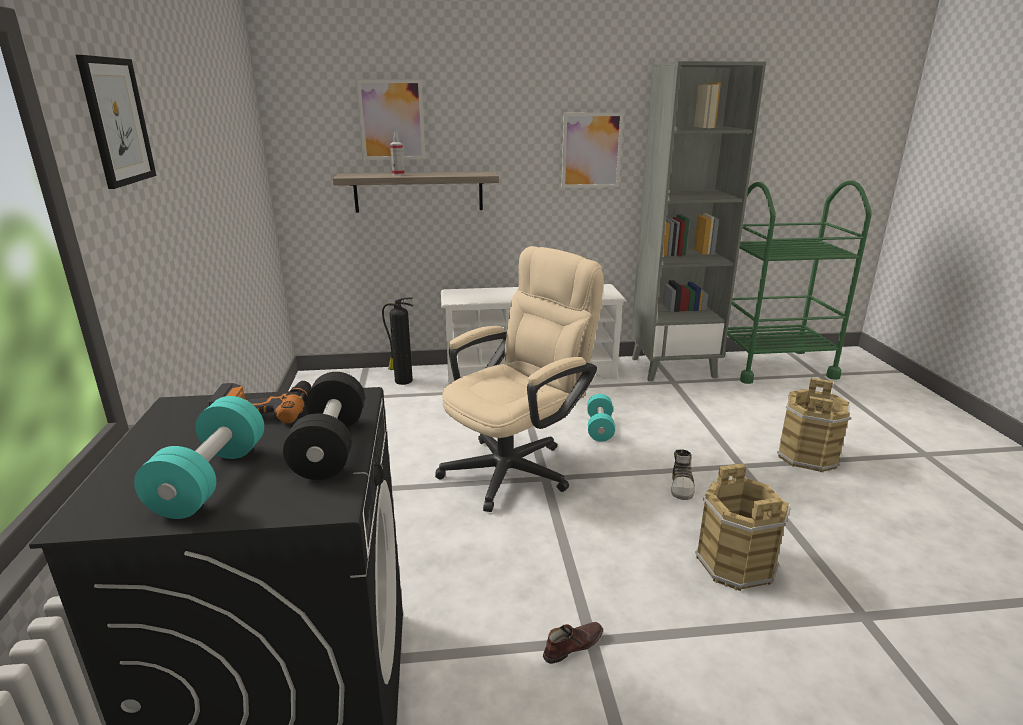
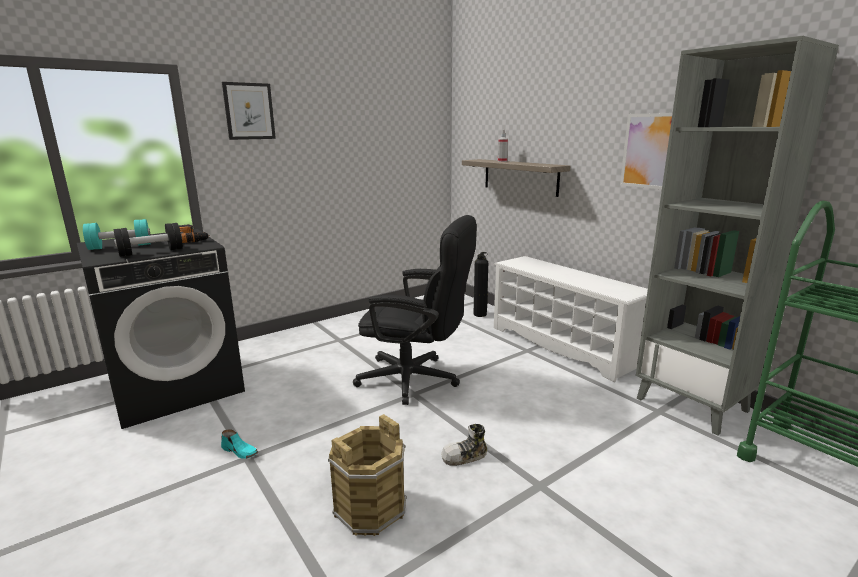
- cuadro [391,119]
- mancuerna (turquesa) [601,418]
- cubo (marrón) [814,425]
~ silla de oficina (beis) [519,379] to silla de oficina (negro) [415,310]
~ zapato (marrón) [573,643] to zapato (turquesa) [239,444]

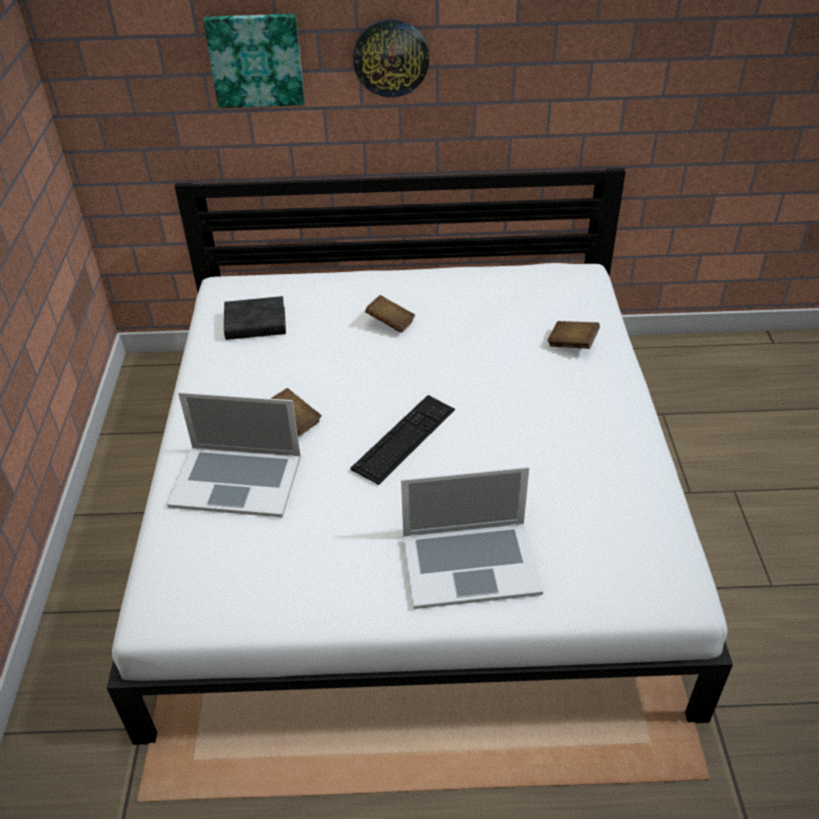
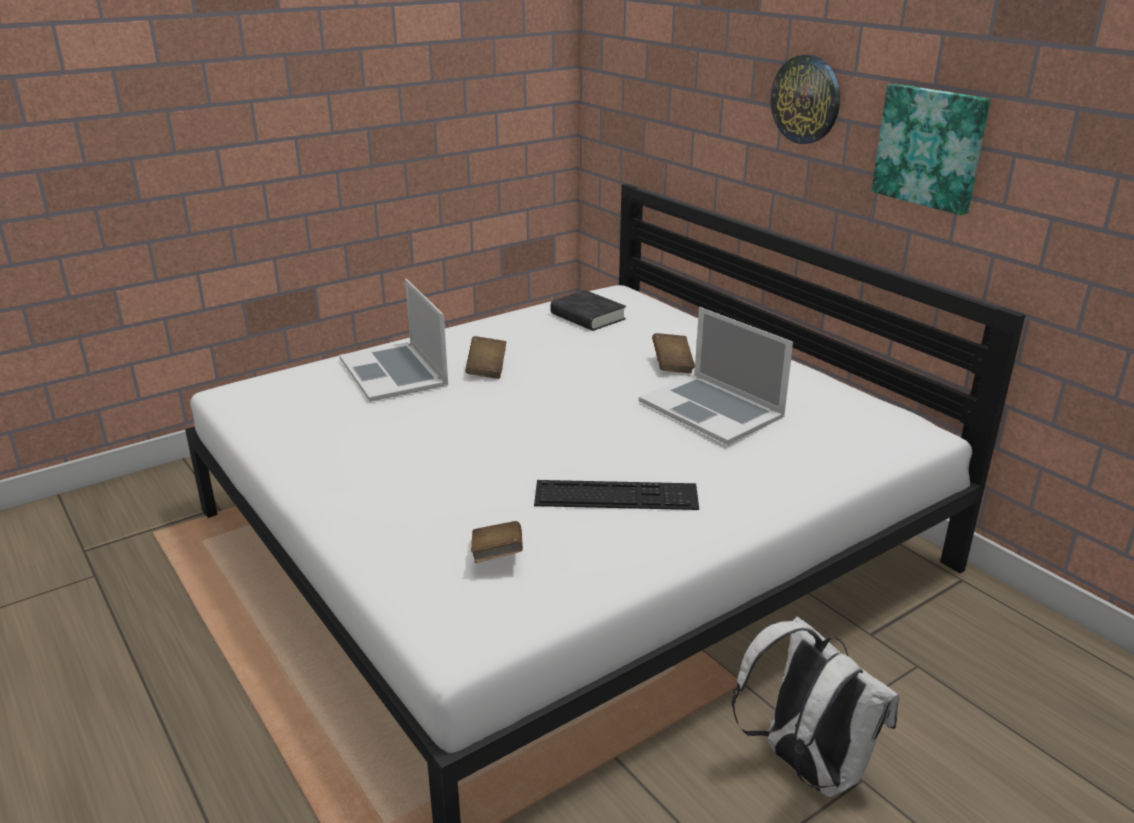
+ mochila (blanco) [815,707]
~ cuadro [254,61] to [931,149]
~ teclado [403,440] to [616,495]
~ portátil [472,538] to [716,376]
~ libro (marrón) [573,335] to [497,542]

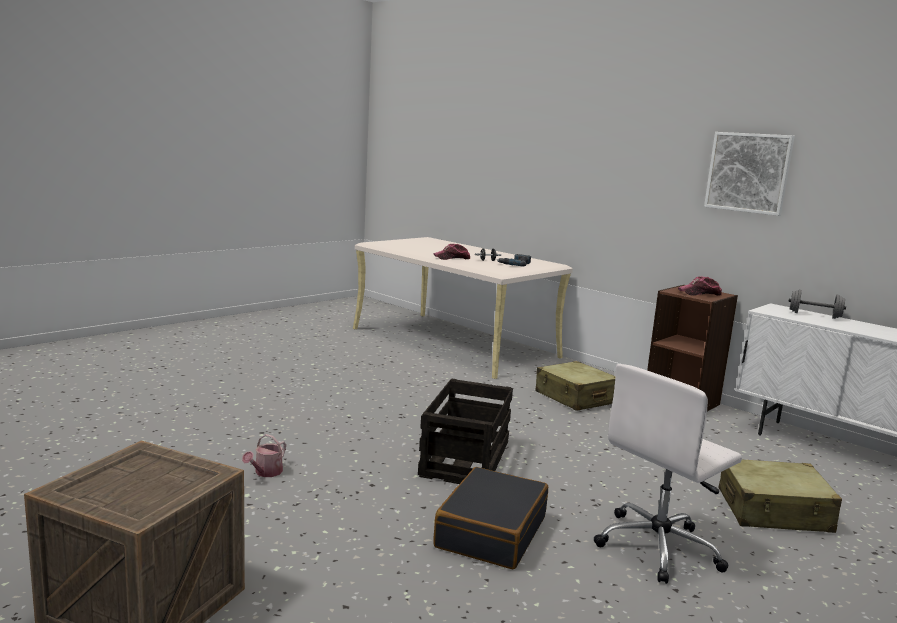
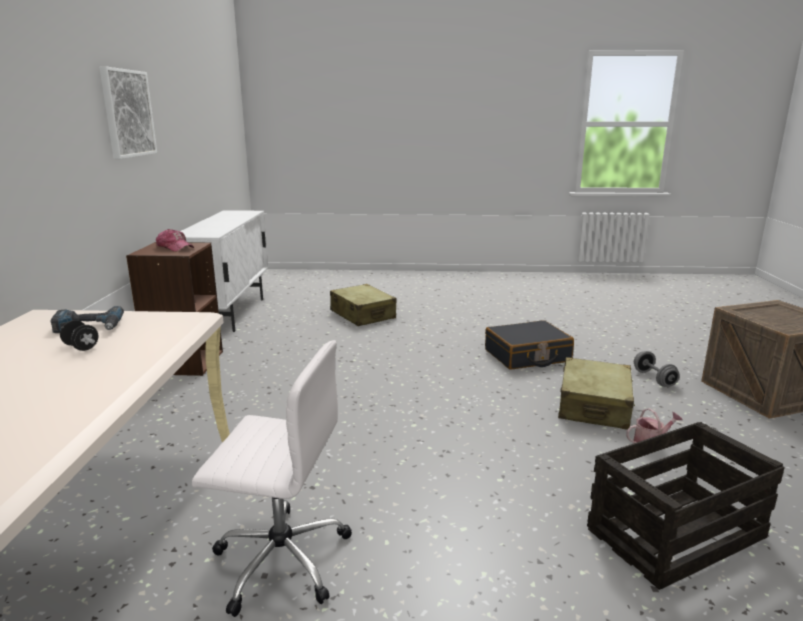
- gorra [452,252]
~ caja de embalaje [465,431] to [686,506]
~ maleta (beis) [575,386] to [596,393]
~ silla de oficina (blanco) [668,474] to [272,478]
~ mancuerna (gris) [817,304] to [657,369]

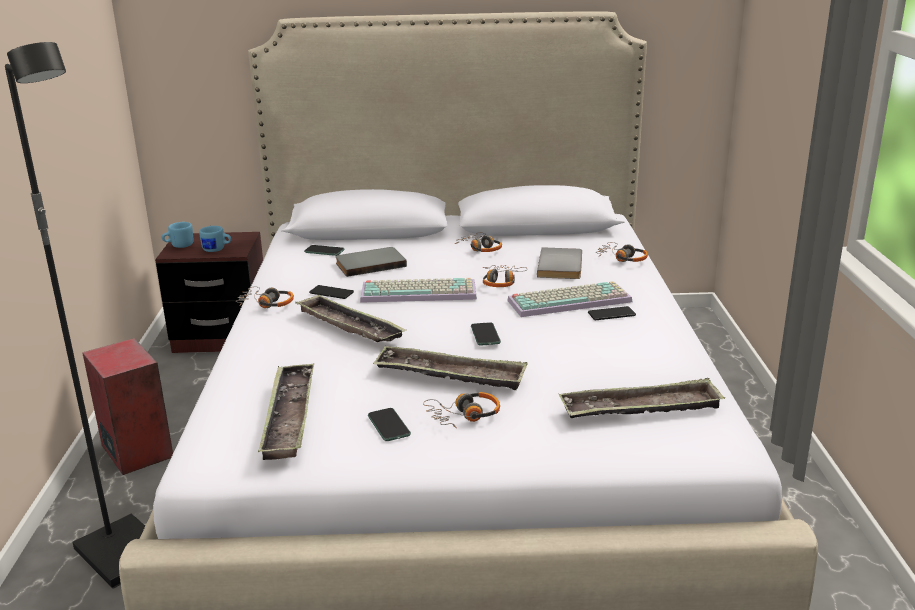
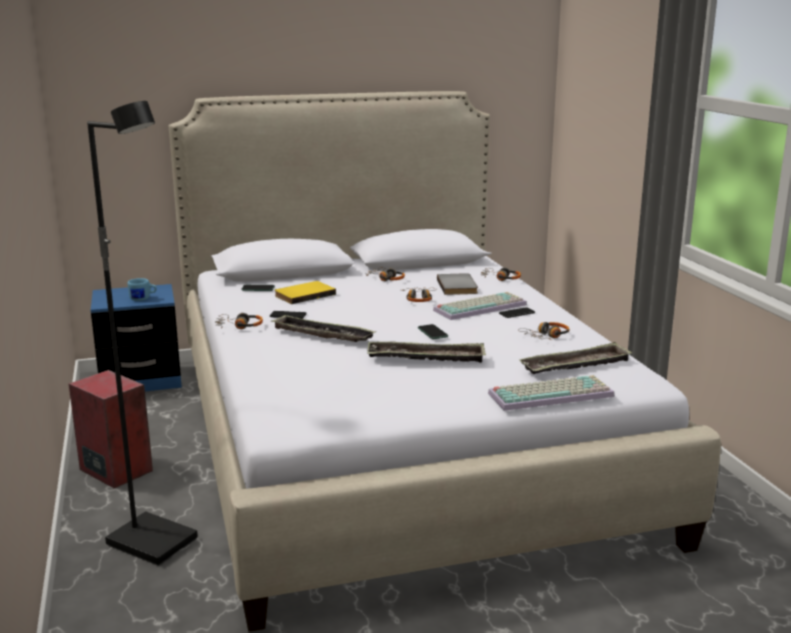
- taza grande (azul) [177,235]
- bandeja [286,411]
- móvil [389,424]
~ teclado [418,290] to [551,393]
~ auriculares [461,410] to [543,331]
~ mesita de noche (marrón) [209,292] to mesita de noche (azul) [136,337]
~ libro (gris) [371,262] to libro (amarillo) [305,292]

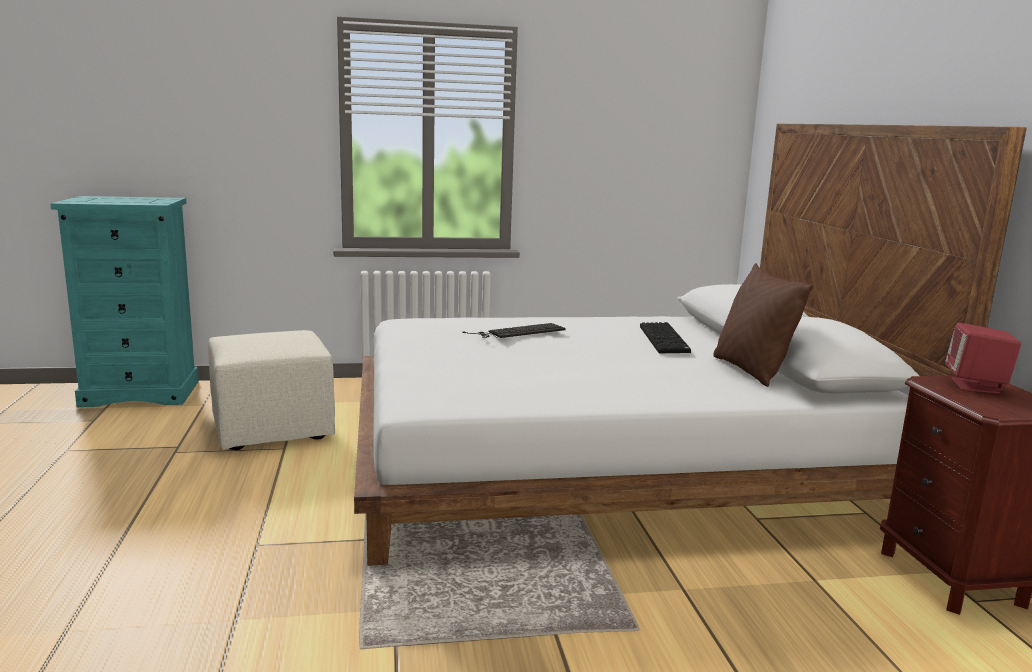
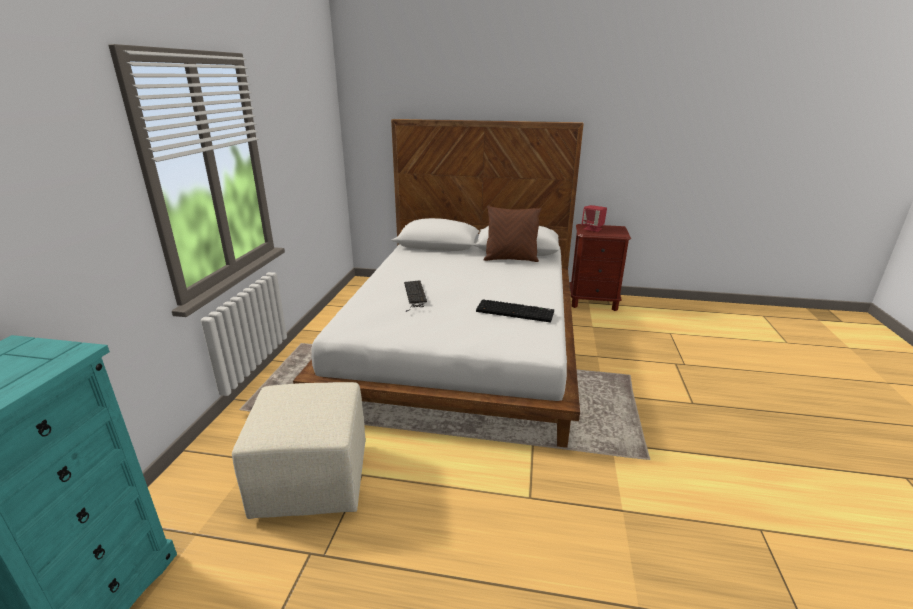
~ teclado [665,337] to [515,311]

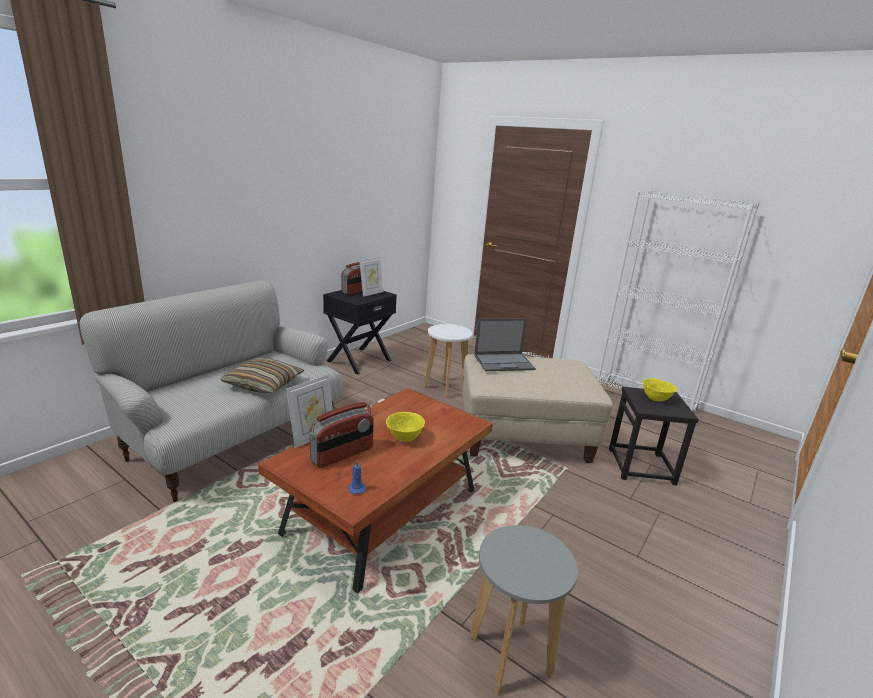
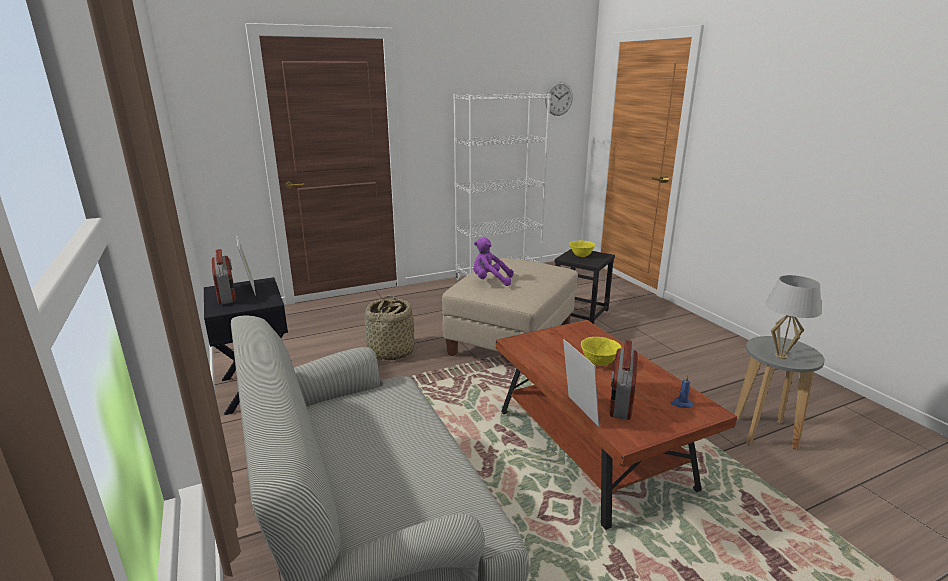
- cojín [262,375]
+ reloj de pared [559,98]
+ lámpara de mesa (blanco) [793,317]
~ taburete (blanco) [448,361] to cesta [389,327]
~ portátil [505,345] to peluche (morado) [493,261]
~ radio [341,435] = [623,380] 150 degrees counterclockwise

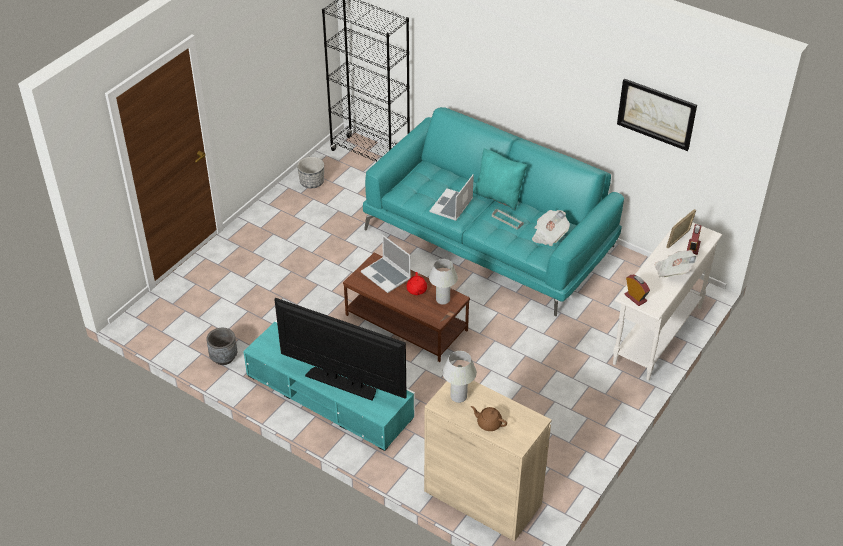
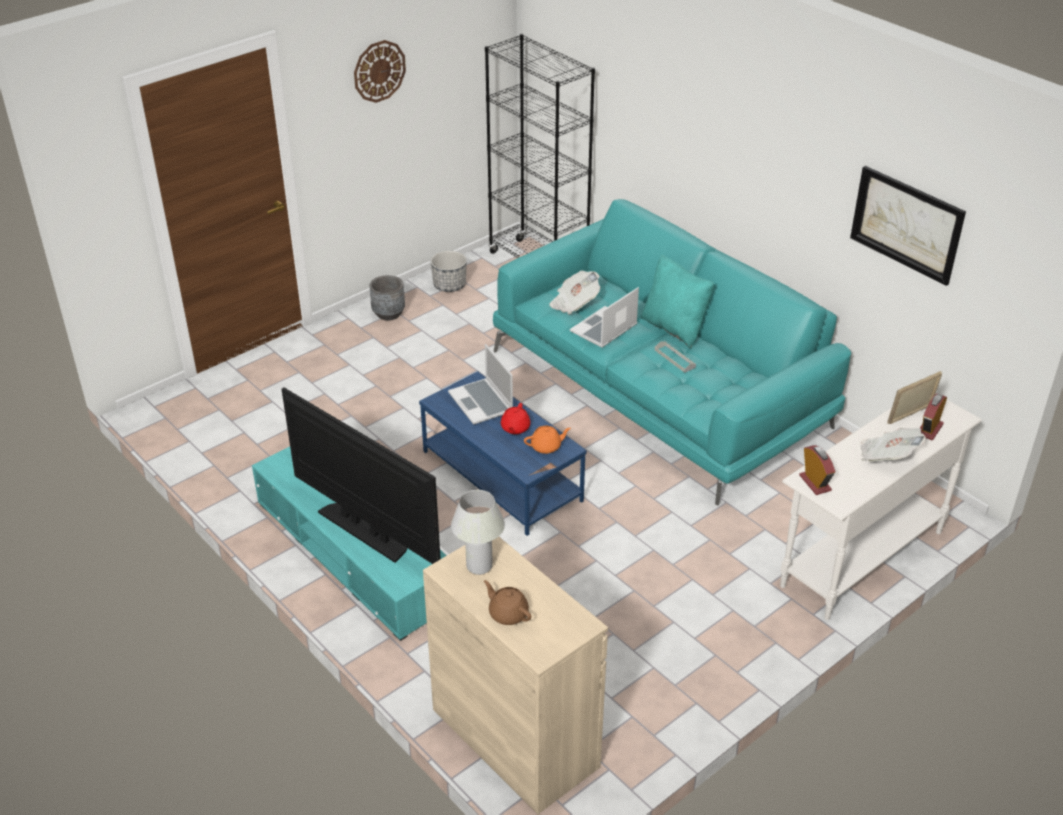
+ reloj de pared [380,71]
~ maceta (gris) [221,346] to [387,297]
~ periódico [551,228] to [575,292]
~ lámpara de mesa (blanco) [443,282] to tetera (naranja) [547,440]
~ mesa de centro (marrón) [406,307] to mesa de centro (azul) [503,453]

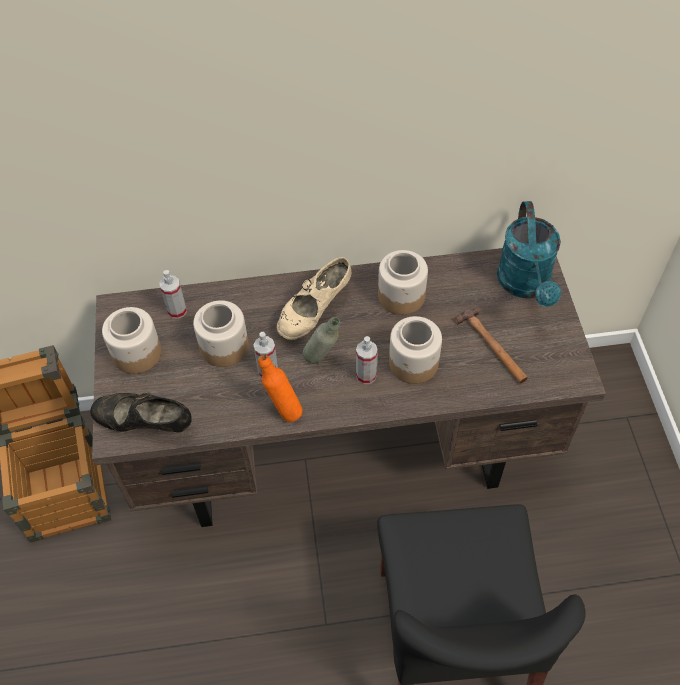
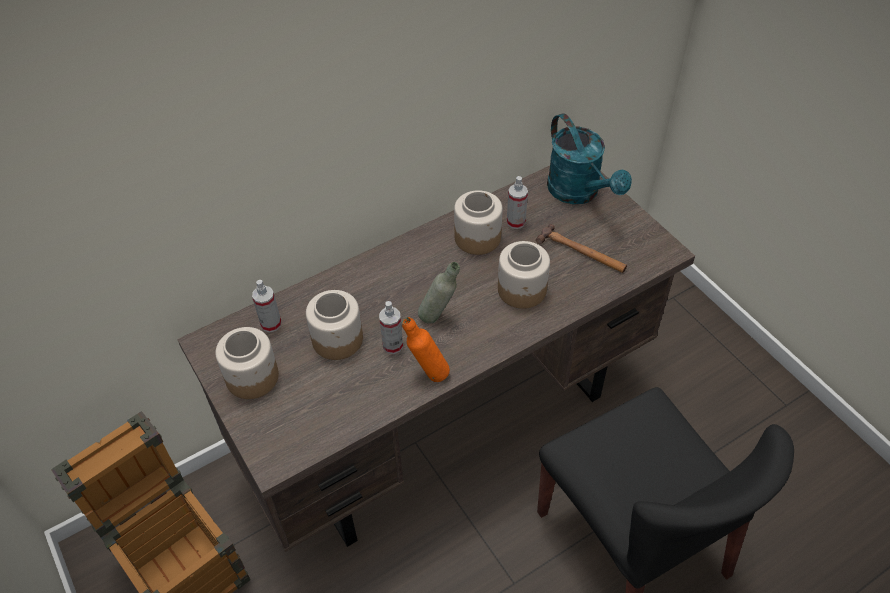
- zapato (negro) [141,412]
- zapato (beis) [314,298]
~ pulverizador [367,360] to [517,202]

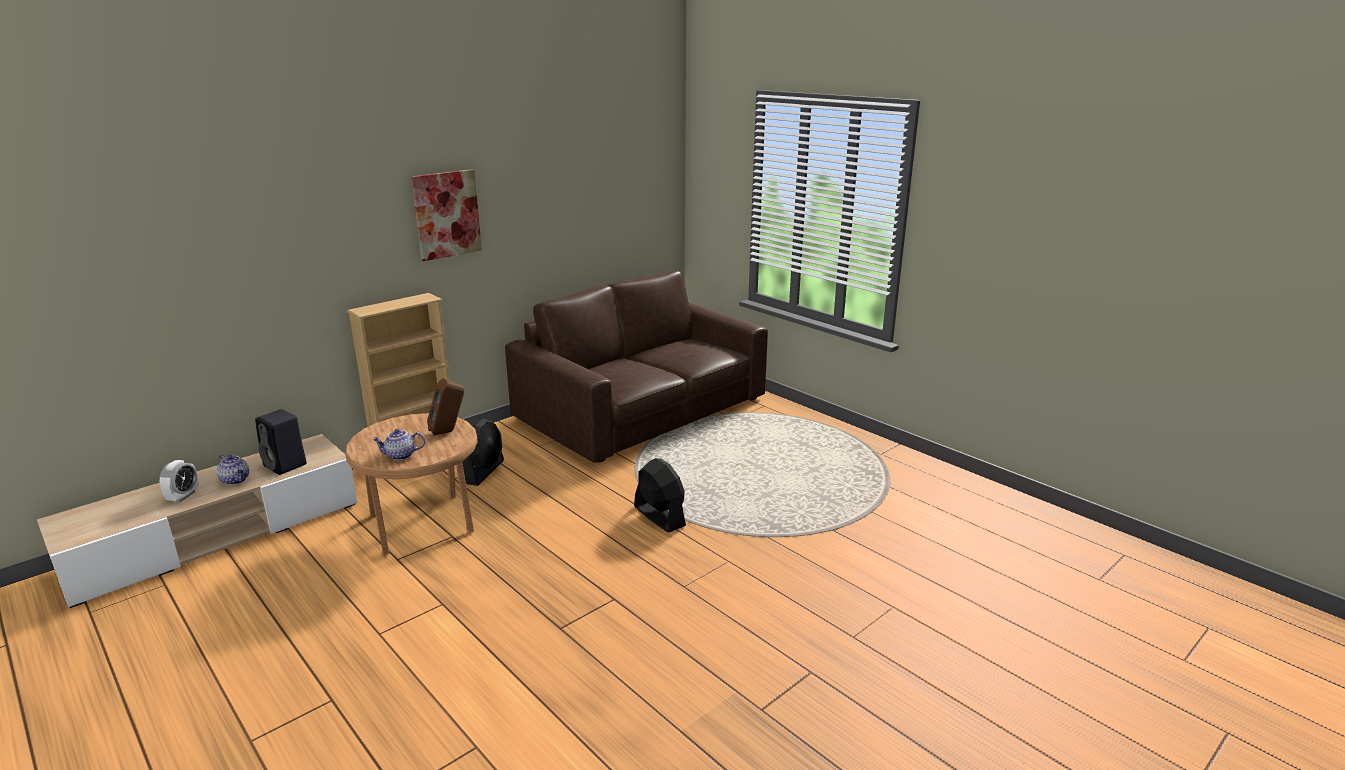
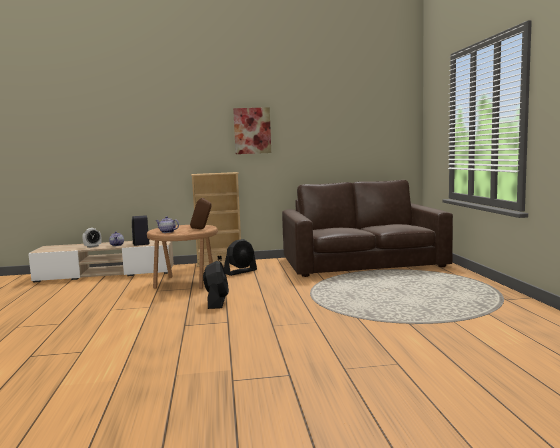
~ ventilador (negro) [660,495] to [216,285]

